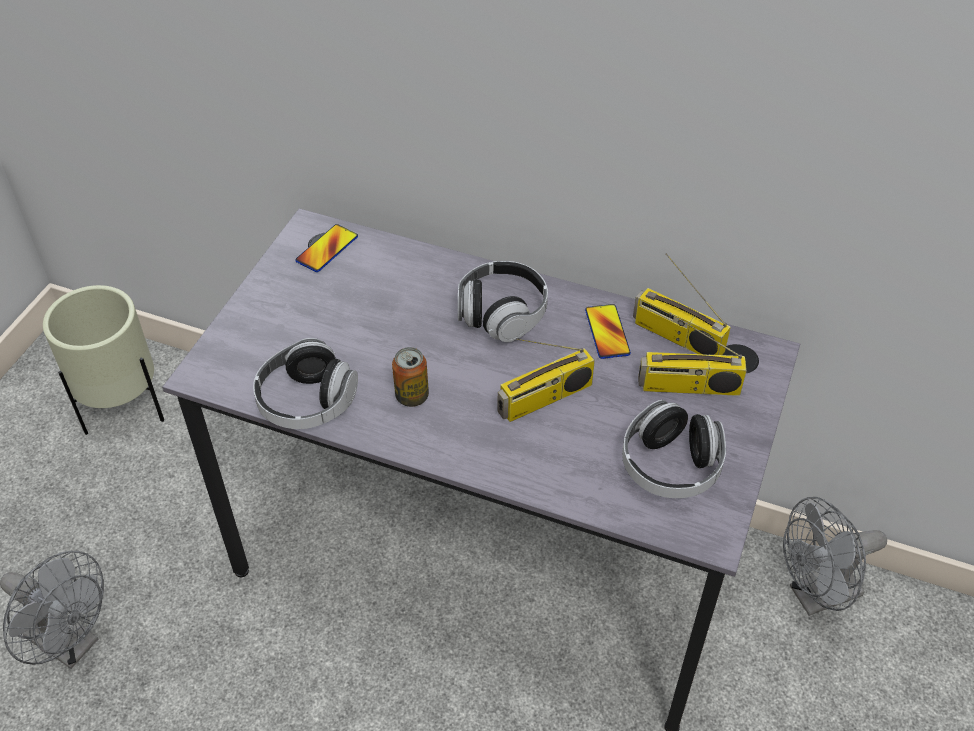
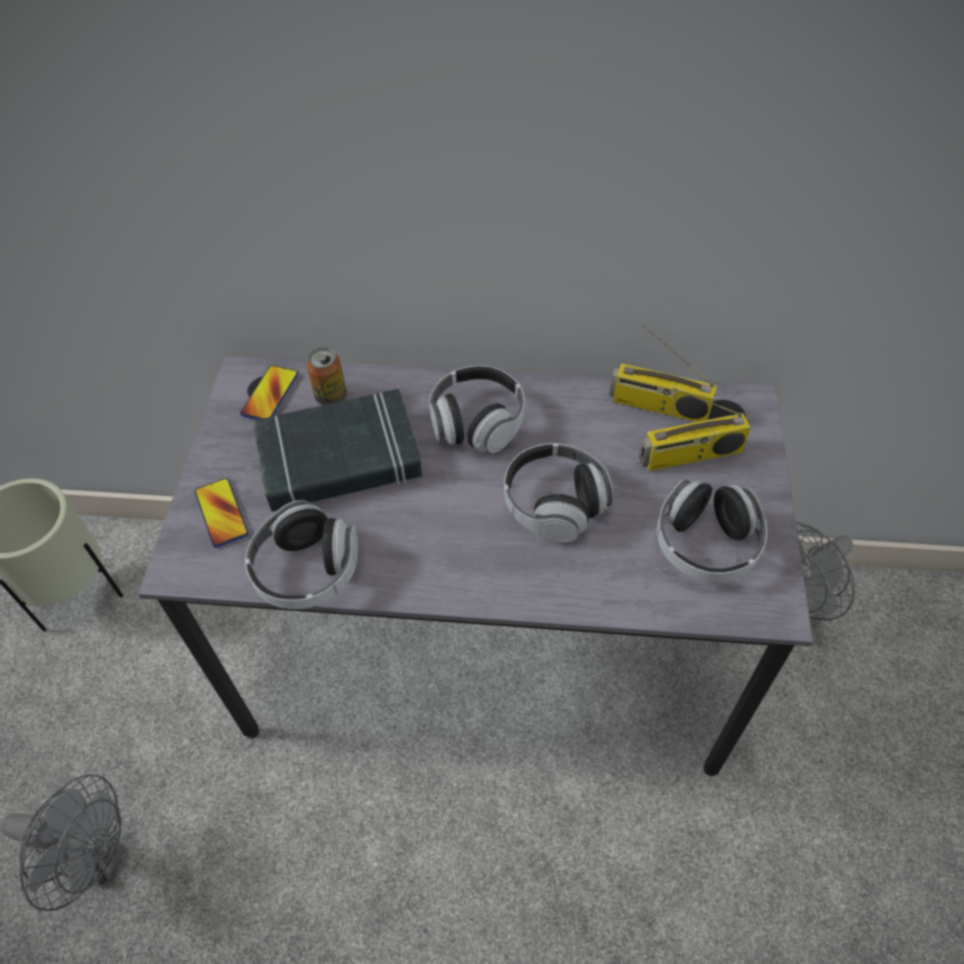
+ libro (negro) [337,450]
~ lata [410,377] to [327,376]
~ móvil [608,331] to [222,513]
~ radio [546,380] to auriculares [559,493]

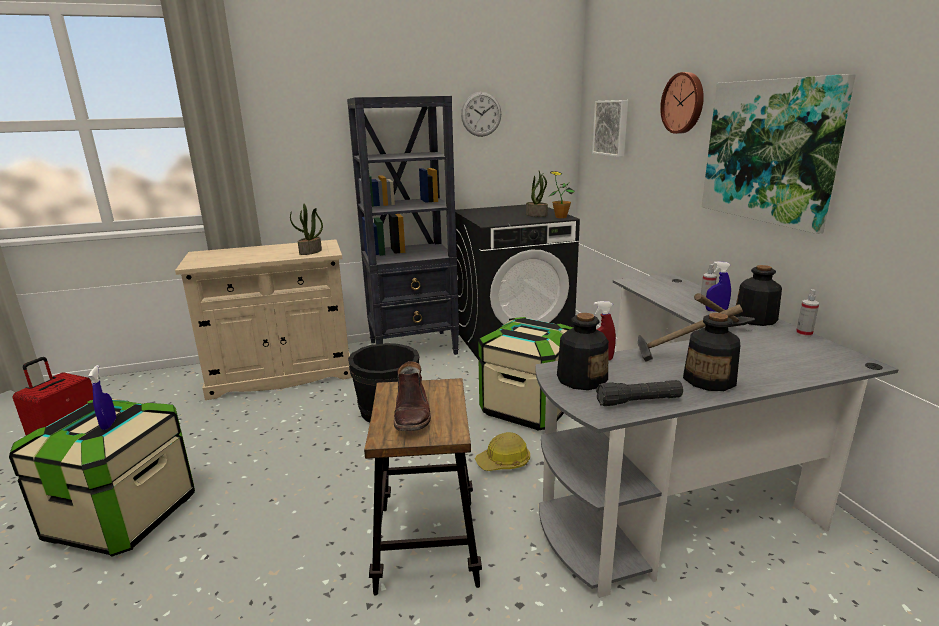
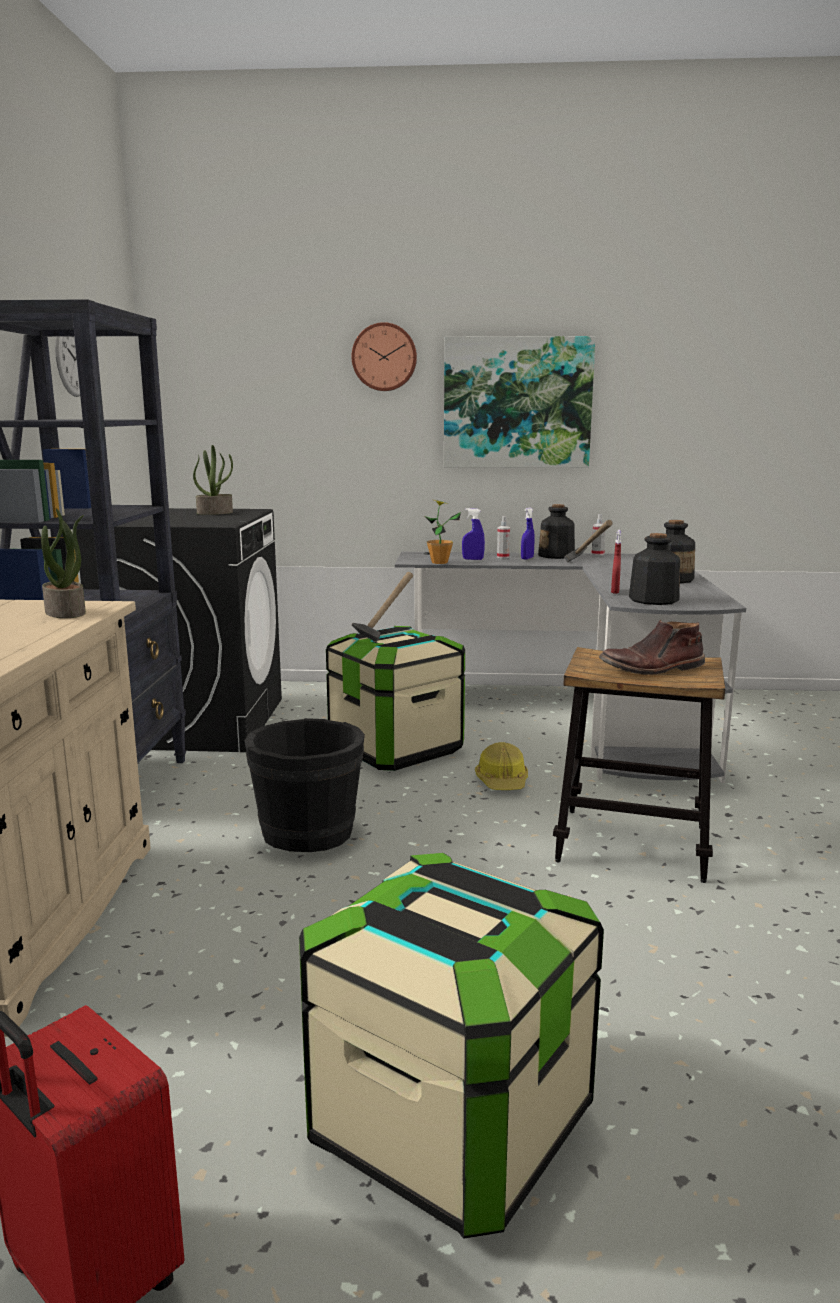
- cuadro [610,128]
- linterna (negro) [639,393]
~ pulverizador (azul) [102,397] to [473,534]
~ planta en maceta [562,194] to [443,532]
~ martillo [690,333] to [382,607]
~ bota (marrón) [412,396] = [652,647] 150 degrees clockwise

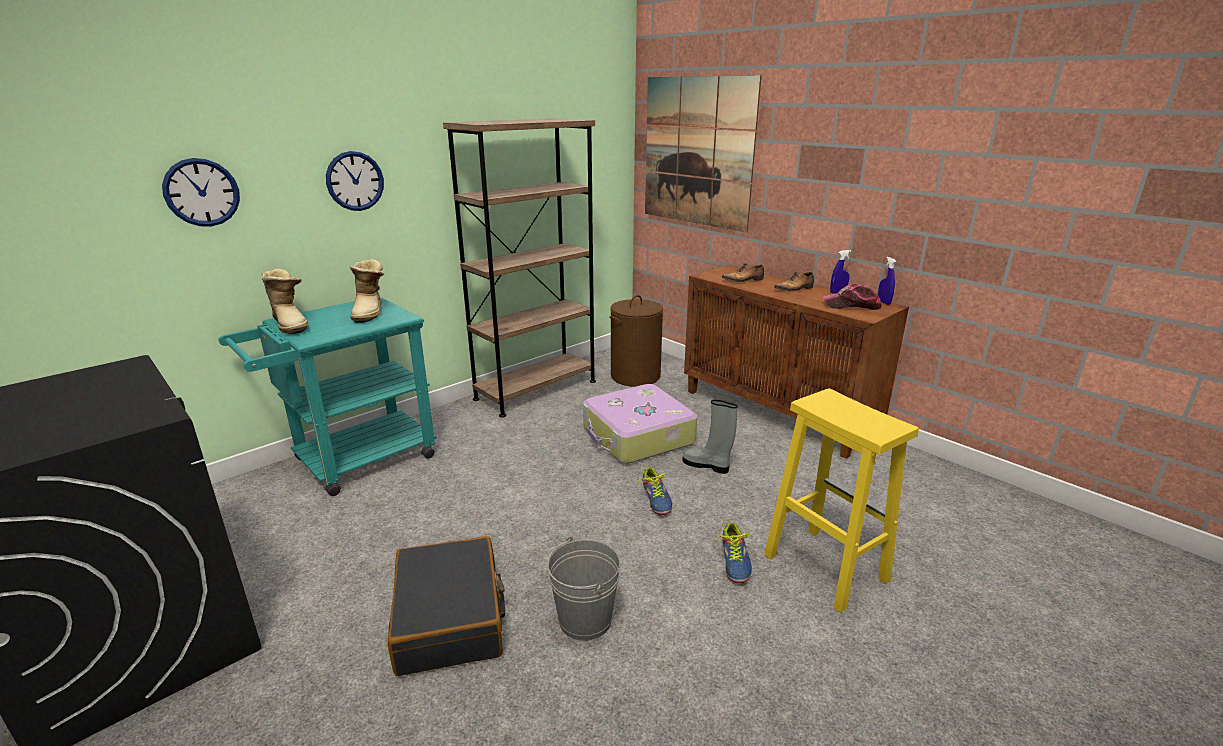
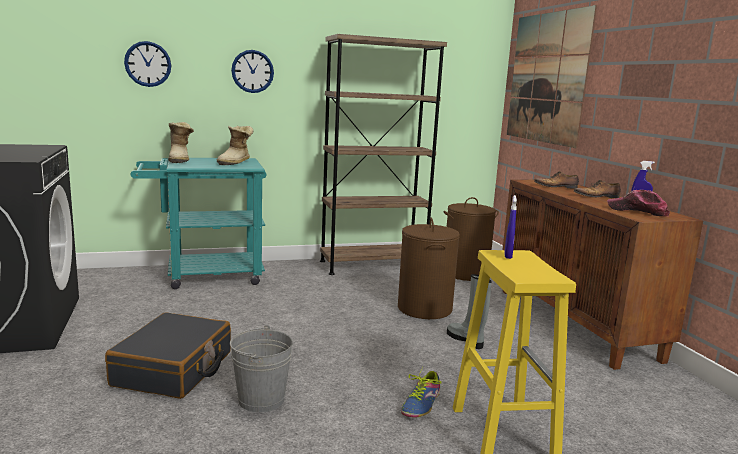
- zapato [654,491]
~ pulverizador (azul) [887,281] to [510,227]
~ maleta [640,424] to cesto de la ropa (marrón) [429,268]

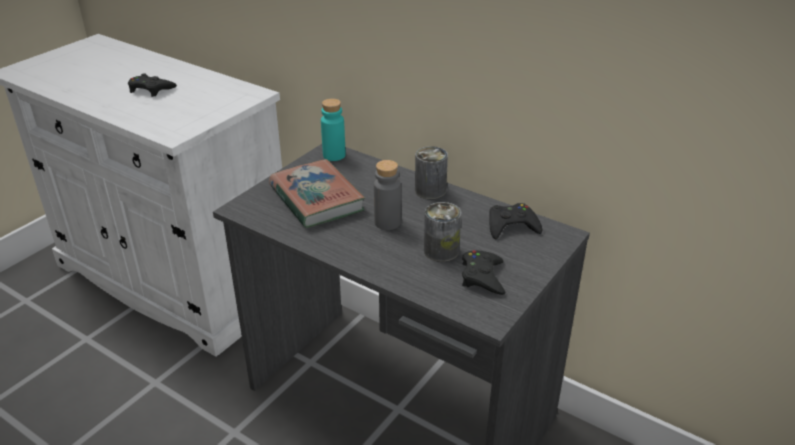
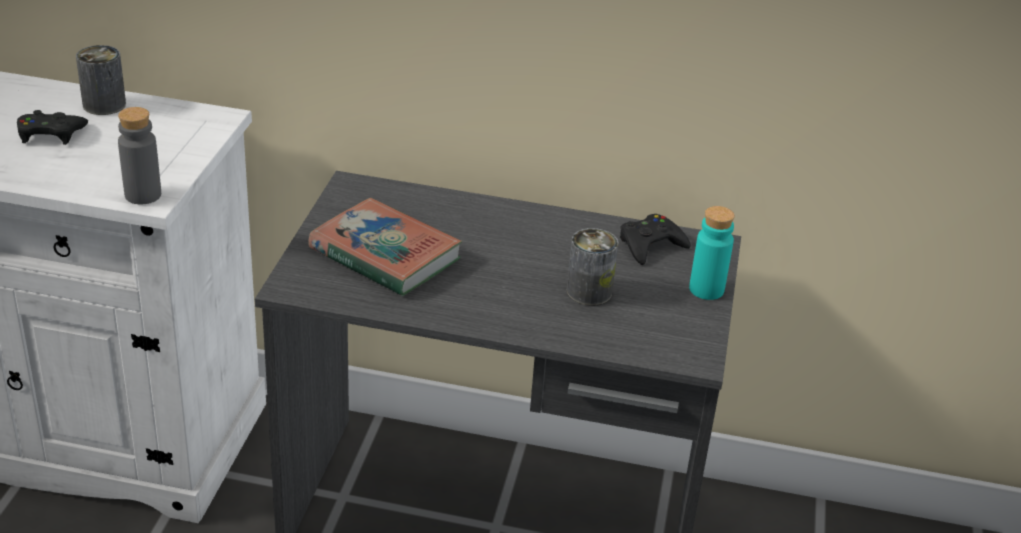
- mando de consola (negro) [483,272]
~ botella (turquesa) [333,129] to [712,253]
~ botella (gris) [387,195] to [139,155]
~ lata [431,172] to [101,80]

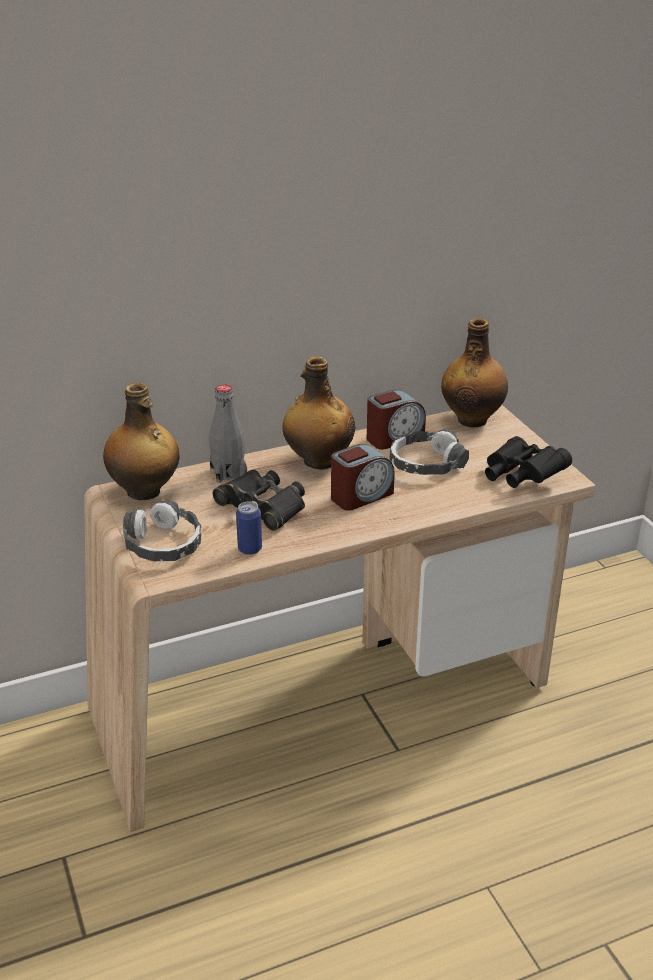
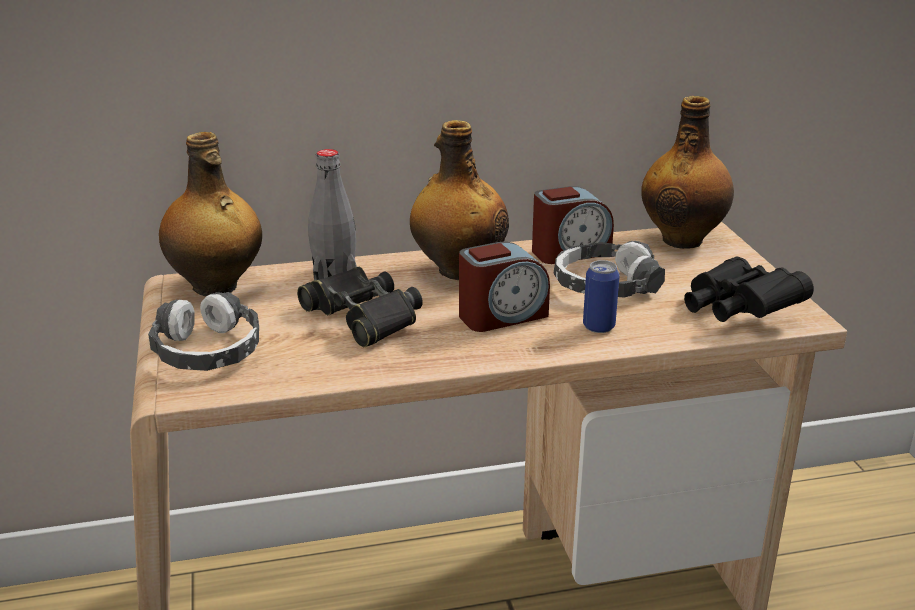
~ lata [249,528] to [601,296]

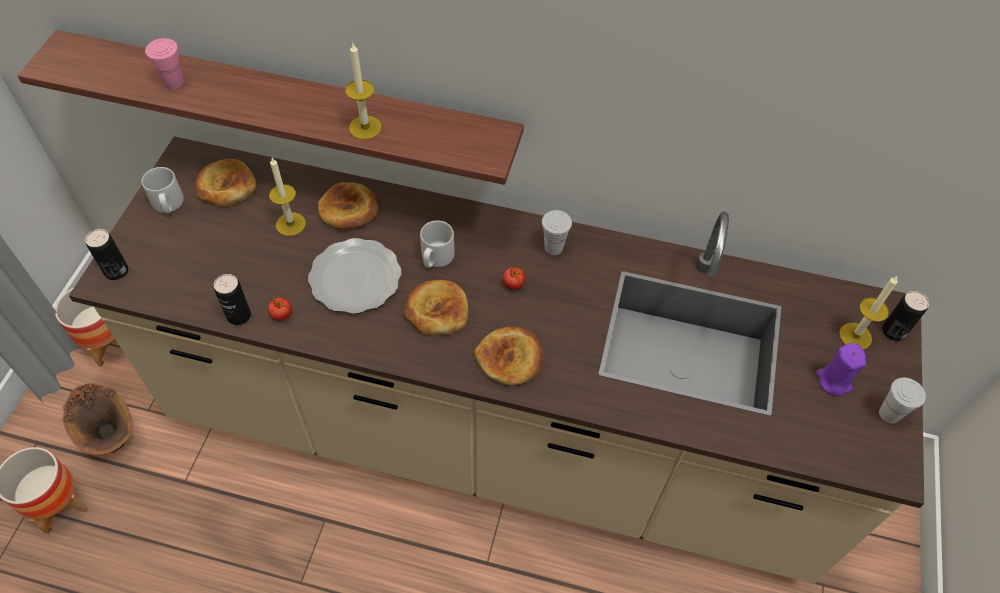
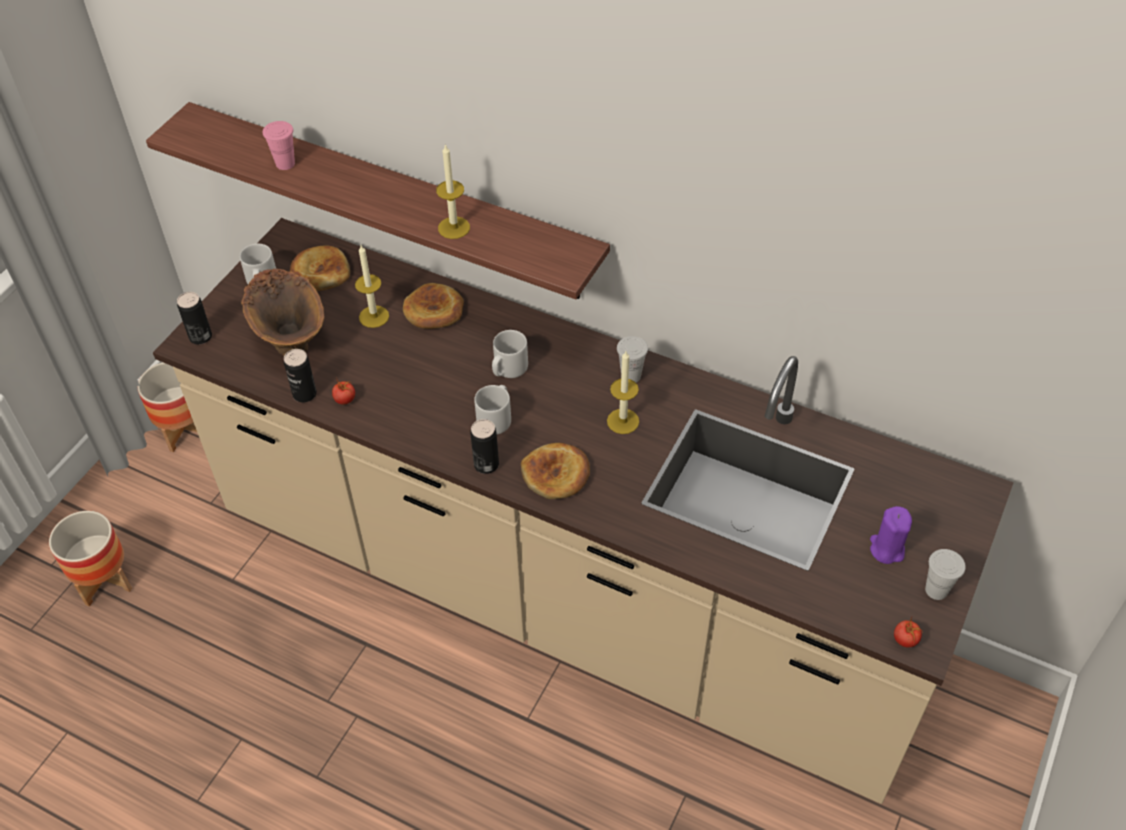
- plato [355,276]
~ florero (marrón) [97,418] to [283,312]
~ tomate [514,277] to [908,632]
~ vela [868,312] to [623,392]
~ lata [905,316] to [484,446]
~ pan [436,308] to taza grande (gris) [492,409]

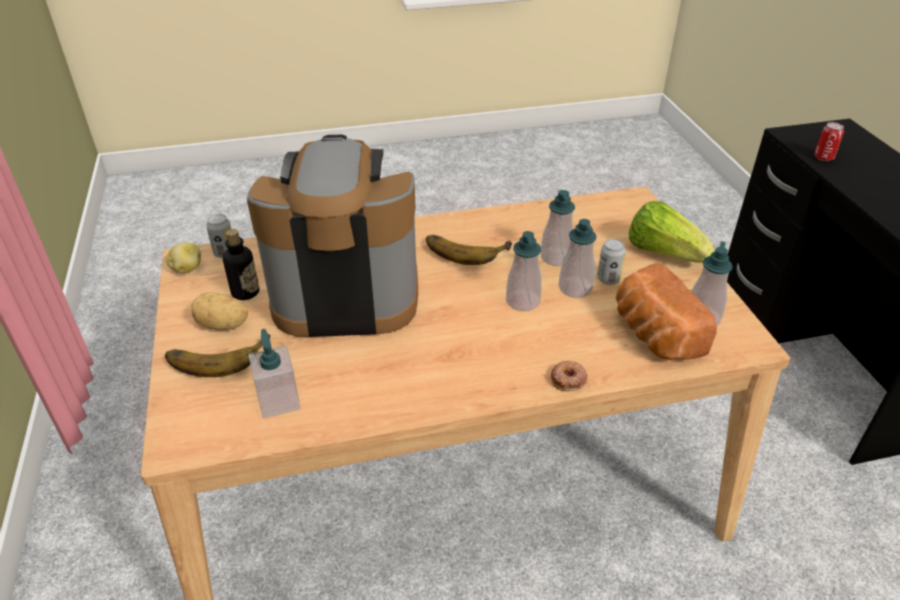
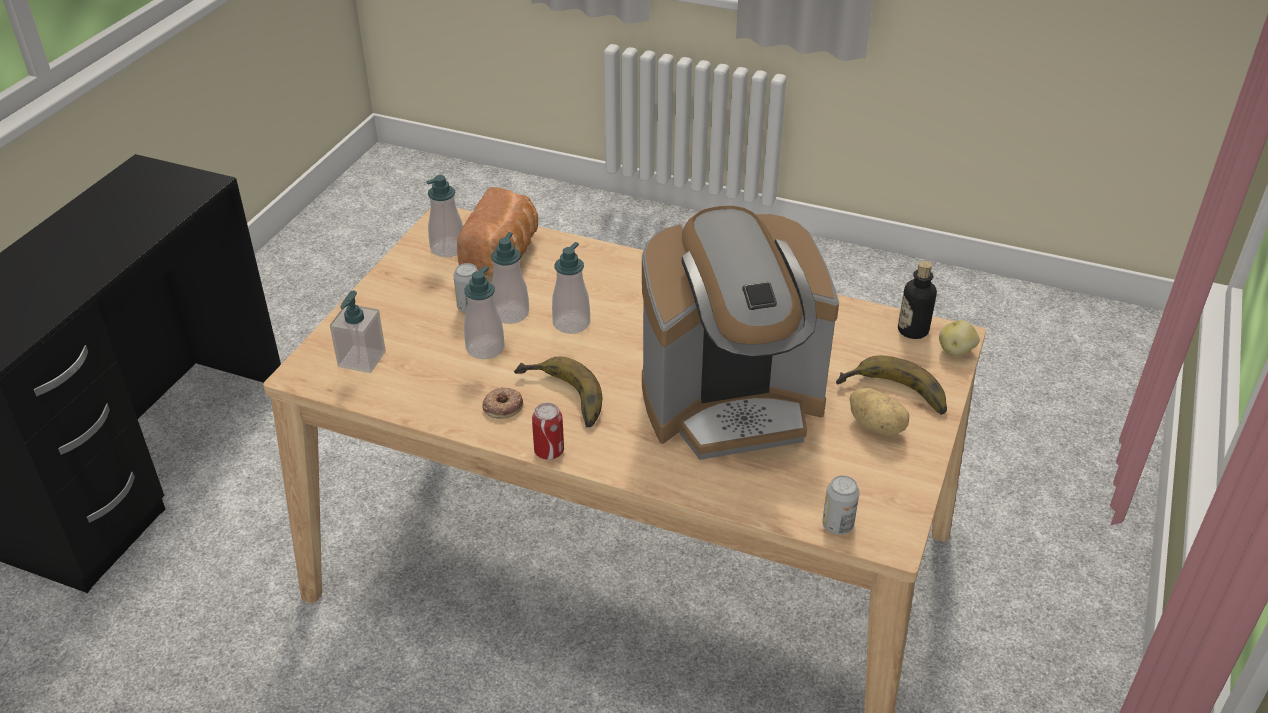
- lechuga [672,232]
~ patata [183,258] to [959,338]
~ botella [241,264] to [917,300]
~ dispensador de jabón [275,374] to [358,332]
~ rosquilla [569,376] to [503,403]
~ lata [829,141] to [548,431]
~ cafetera [332,235] = [740,333] 45 degrees counterclockwise

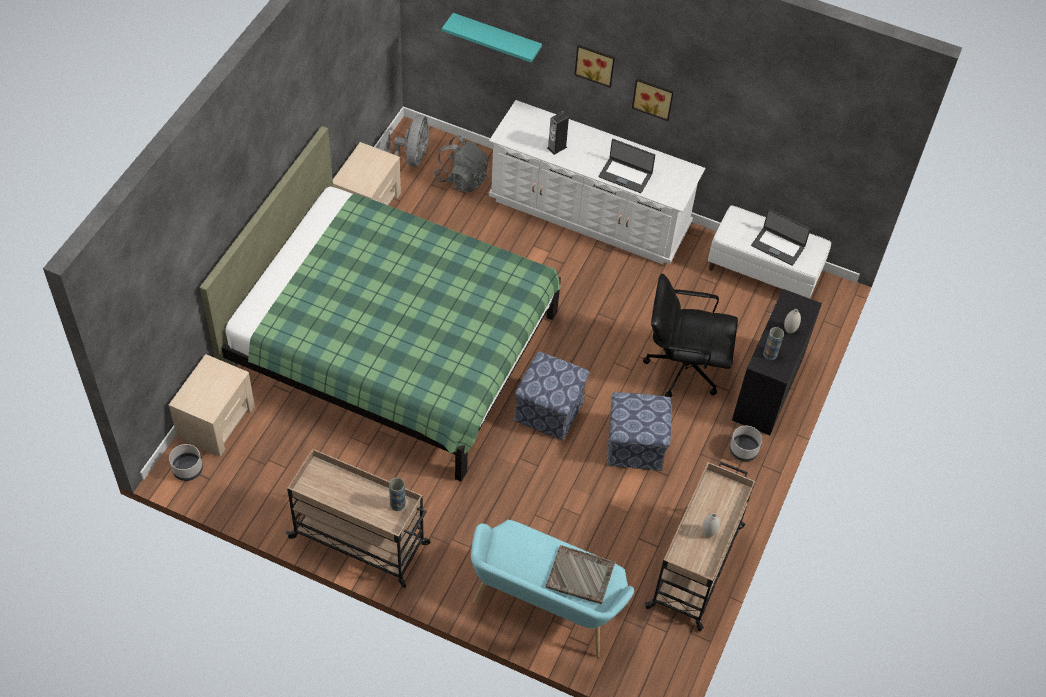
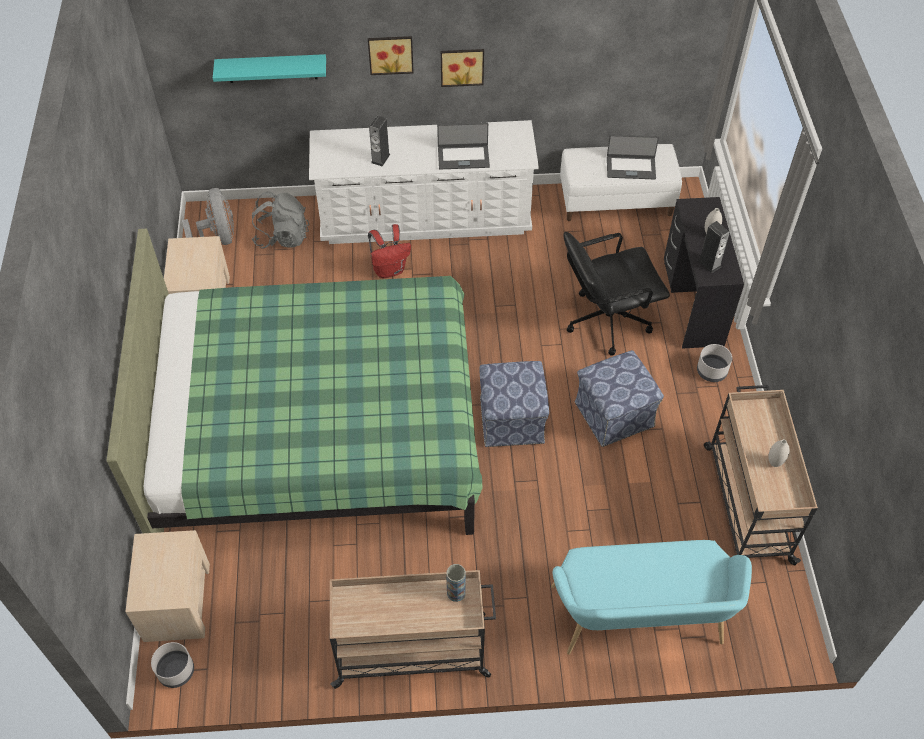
- bandeja (gris) [580,574]
+ mochila (rojo) [389,251]
~ florero [773,343] to altavoz [714,247]

